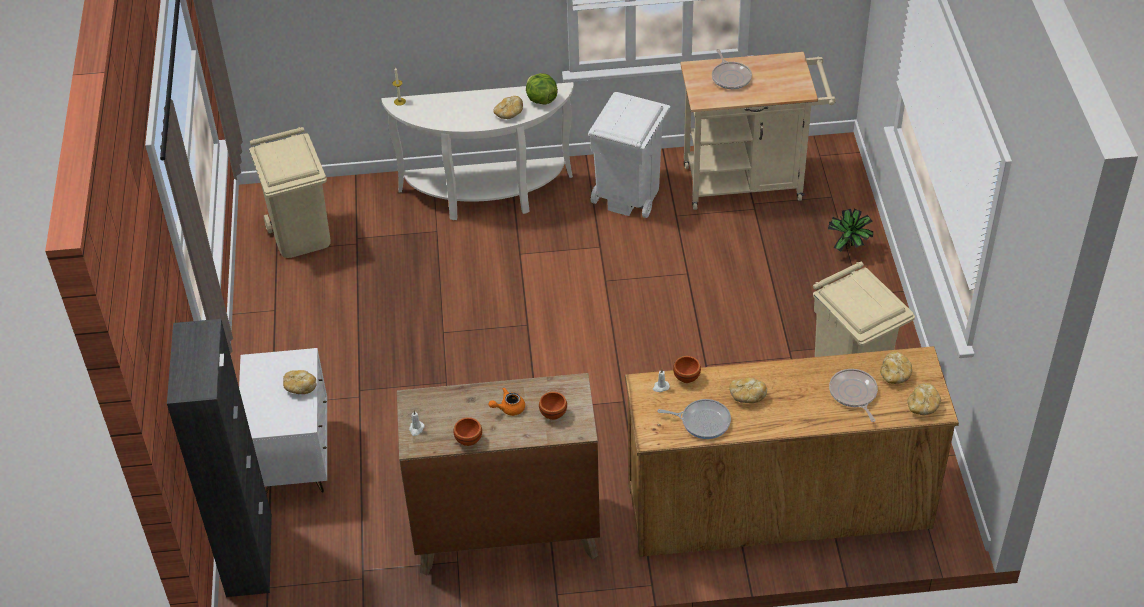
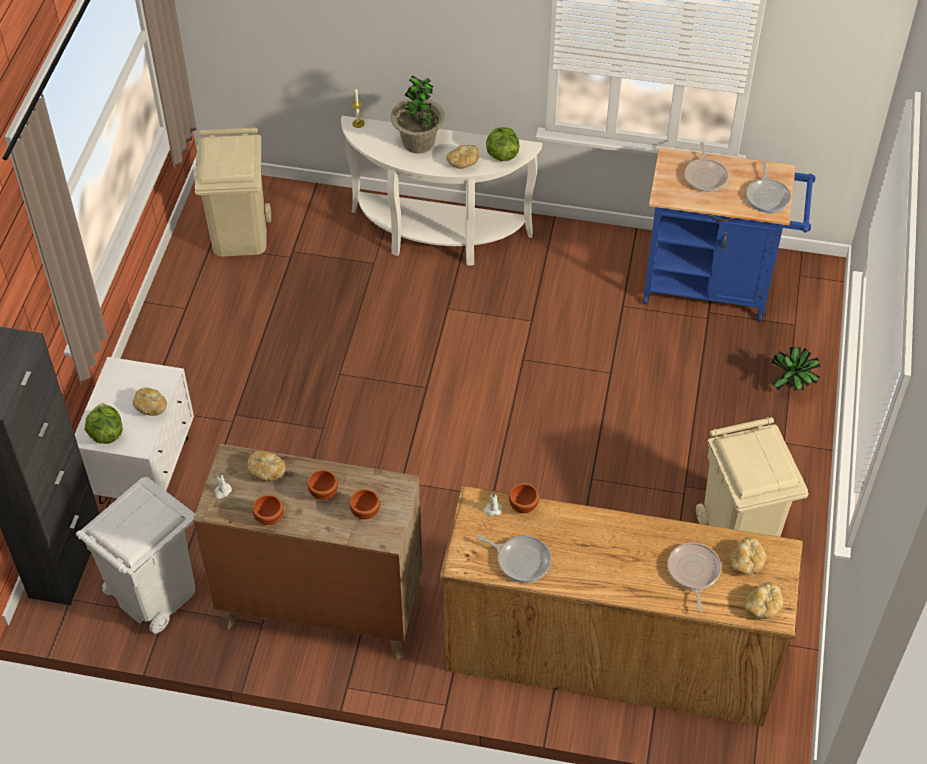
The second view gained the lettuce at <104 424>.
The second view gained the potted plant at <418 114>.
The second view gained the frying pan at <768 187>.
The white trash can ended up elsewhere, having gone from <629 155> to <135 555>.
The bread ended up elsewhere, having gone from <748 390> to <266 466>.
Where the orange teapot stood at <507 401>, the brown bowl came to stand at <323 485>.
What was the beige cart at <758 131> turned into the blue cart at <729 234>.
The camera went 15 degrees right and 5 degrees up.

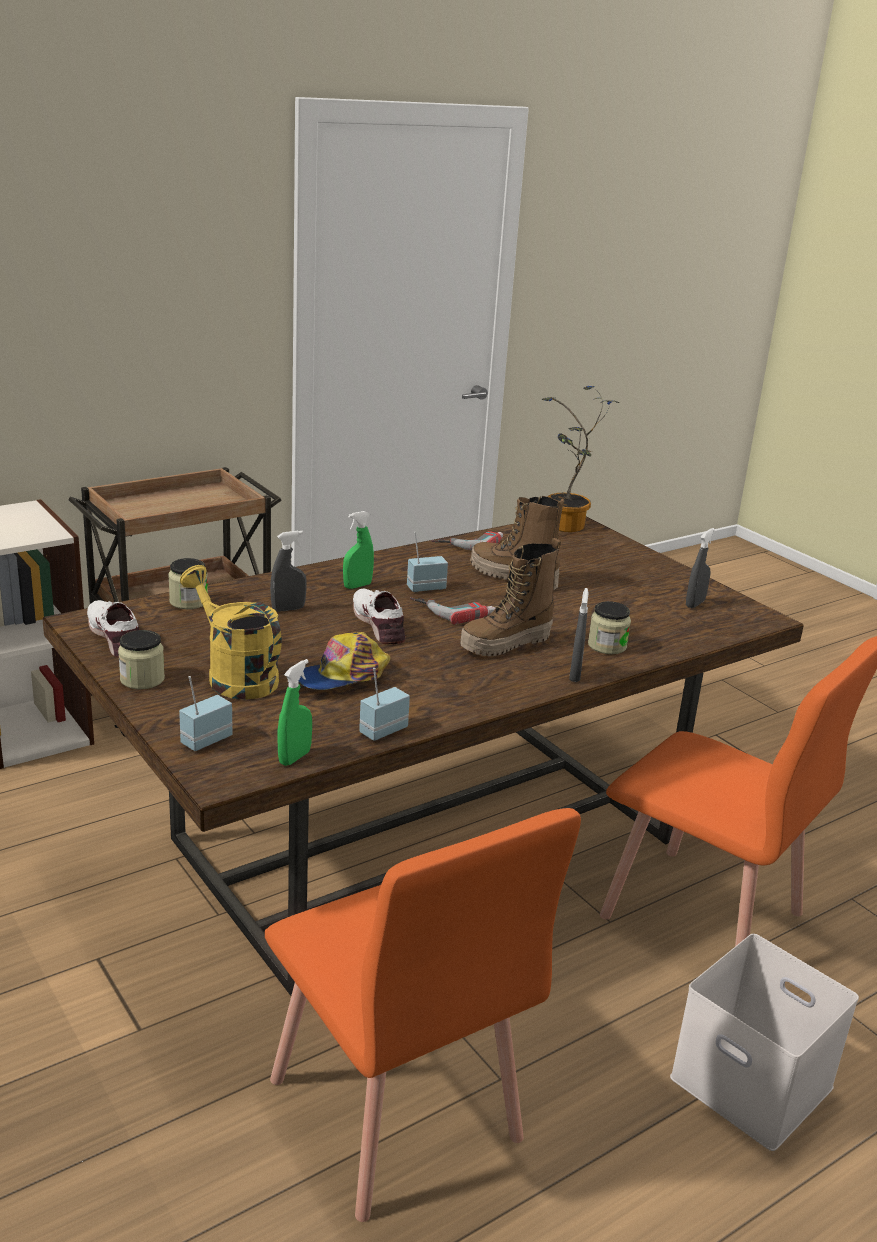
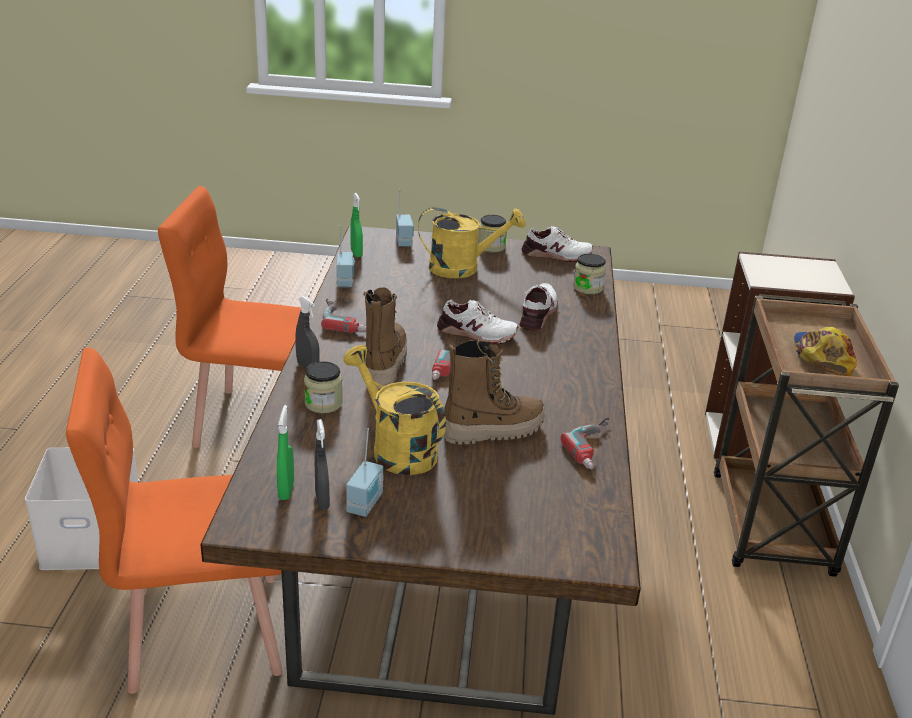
The second view lost the potted plant at <580 459>.
The second view gained the power drill at <343 315>.
The second view gained the yellow watering can at <394 410>.
The cap ended up elsewhere, having gone from <344 661> to <825 351>.
The green spray bottle ended up elsewhere, having gone from <358 550> to <285 452>.
The radio ended up elsewhere, having gone from <427 562> to <365 472>.
Where the grey spray bottle stood at <288 571>, the white shoe came to stand at <538 307>.
The camera went 130 degrees right and 5 degrees up.

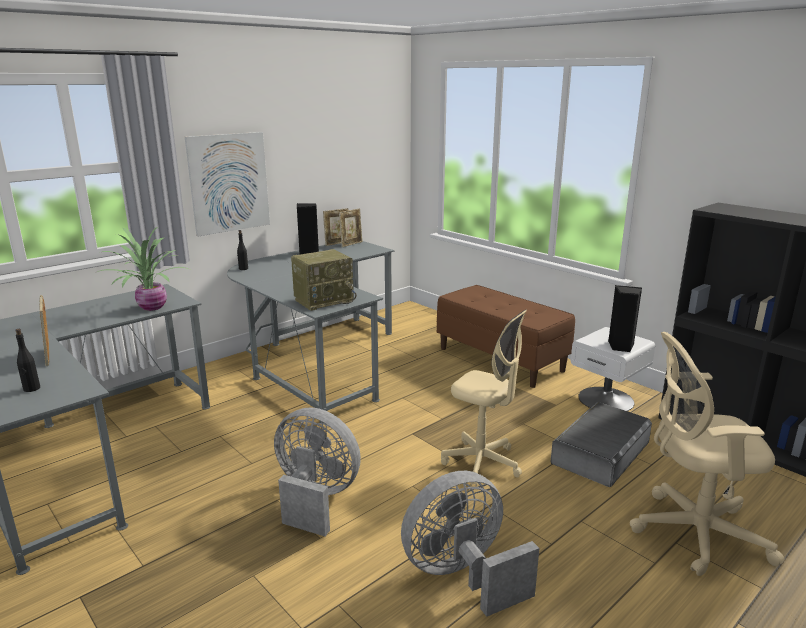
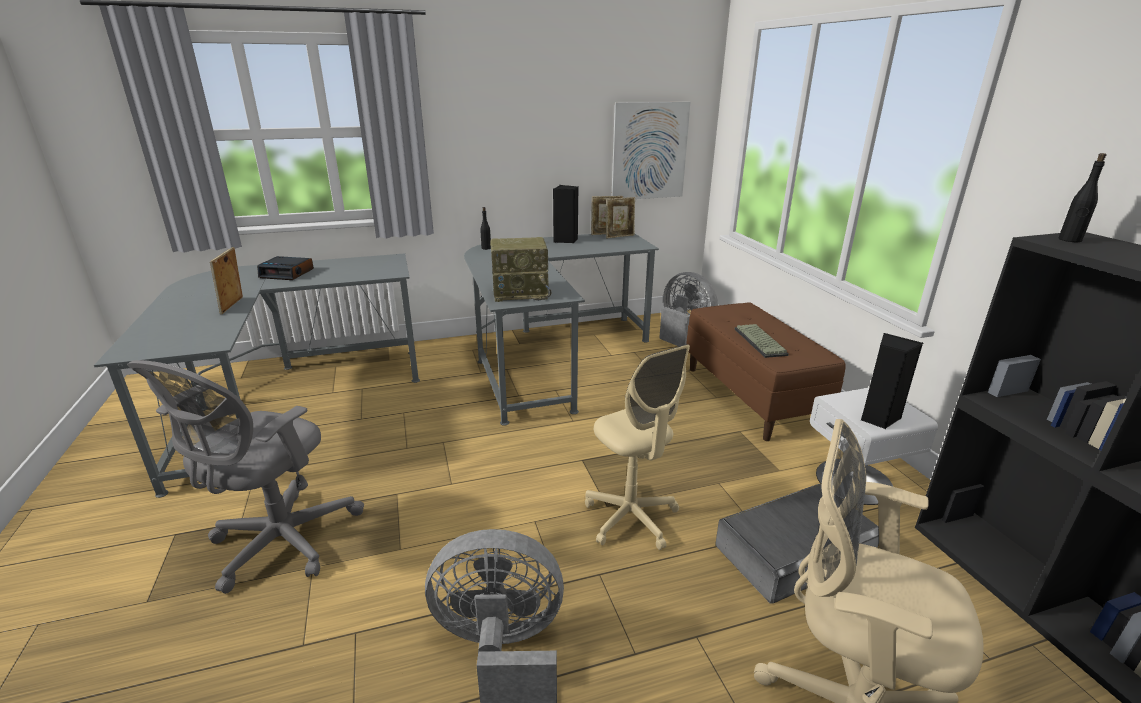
The second view lost the potted plant at <144 269>.
The second view gained the grey office chair at <245 477>.
The second view gained the alarm clock at <285 268>.
The second view gained the keyboard at <762 341>.
The black bottle ended up elsewhere, having gone from <27 360> to <1082 197>.
The picture ended up elsewhere, having gone from <227 184> to <651 150>.
The grey fan ended up elsewhere, having gone from <317 471> to <688 309>.
The camera went 25 degrees right and 5 degrees up.

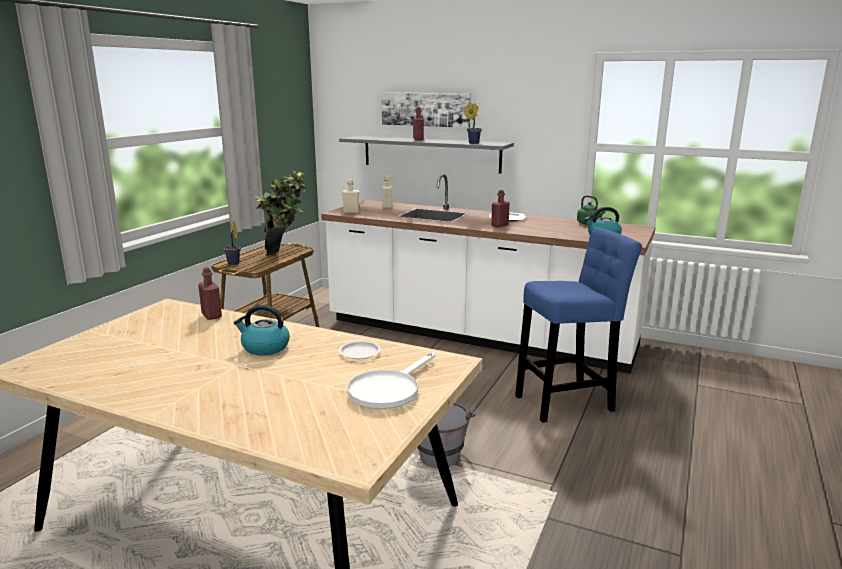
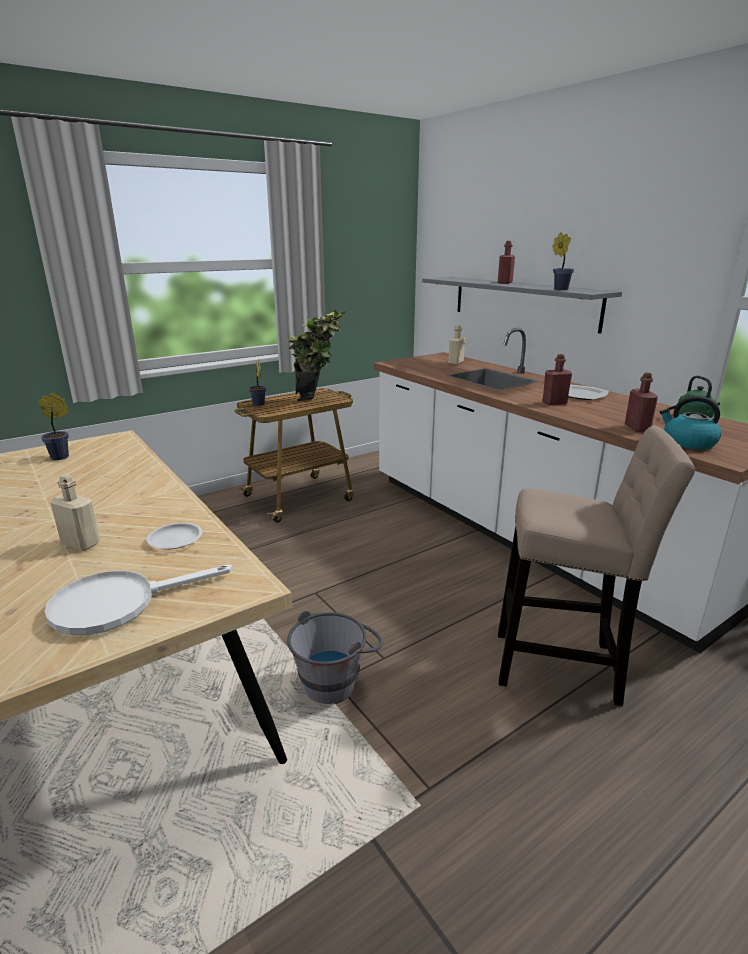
The second view lost the kettle at <262 330>.
The second view lost the picture at <426 110>.
The second view gained the potted plant at <53 426>.
The red bottle ended up elsewhere, having gone from <210 293> to <641 402>.
The beige bottle ended up elsewhere, having gone from <350 196> to <75 512>.
What was the blue stool at <578 325> turned into the beige stool at <596 565>.
The camera went 30 degrees right and 5 degrees up.

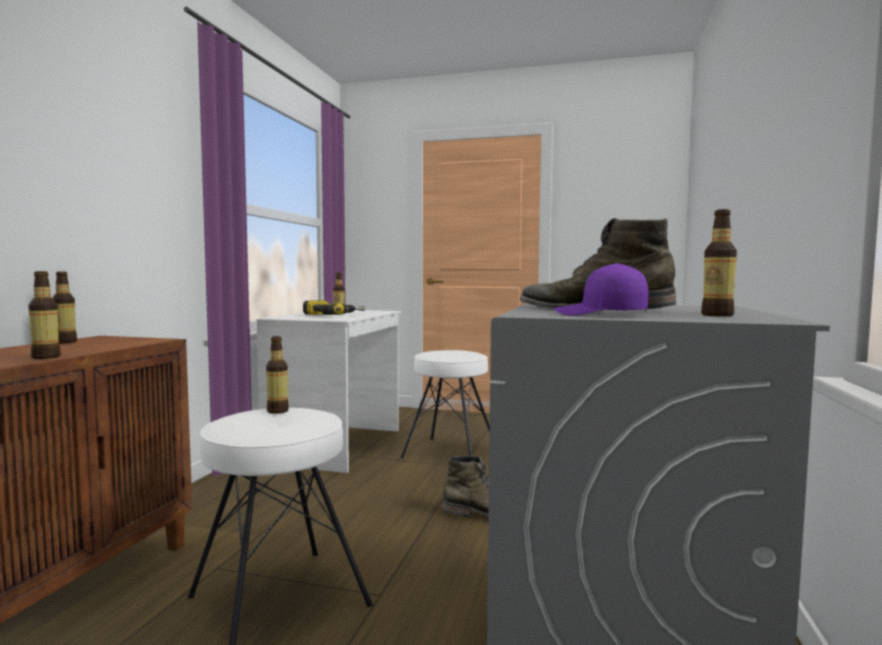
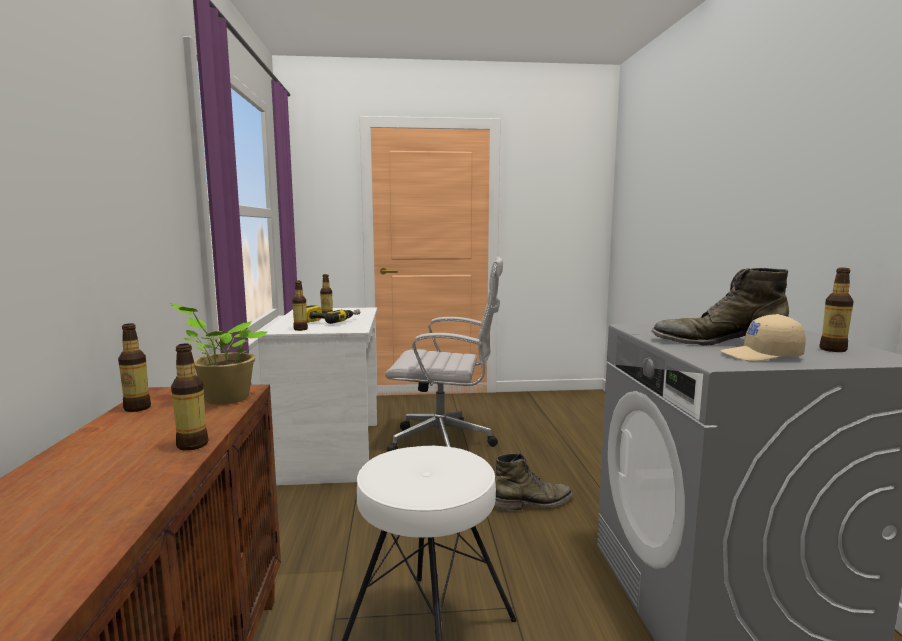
The second view gained the potted plant at <218 354>.
The bottle ended up elsewhere, having gone from <277 375> to <300 306>.
Where the white stool stood at <445 404>, the white office chair came to stand at <444 354>.
What was the purple cap at <601 289> turned into the beige cap at <763 337>.
The camera went 20 degrees left and 5 degrees up.

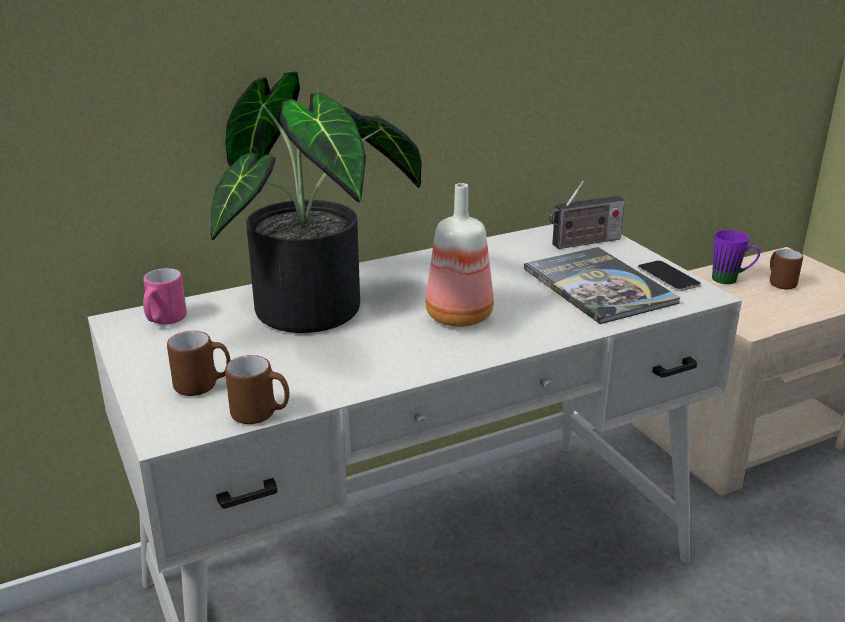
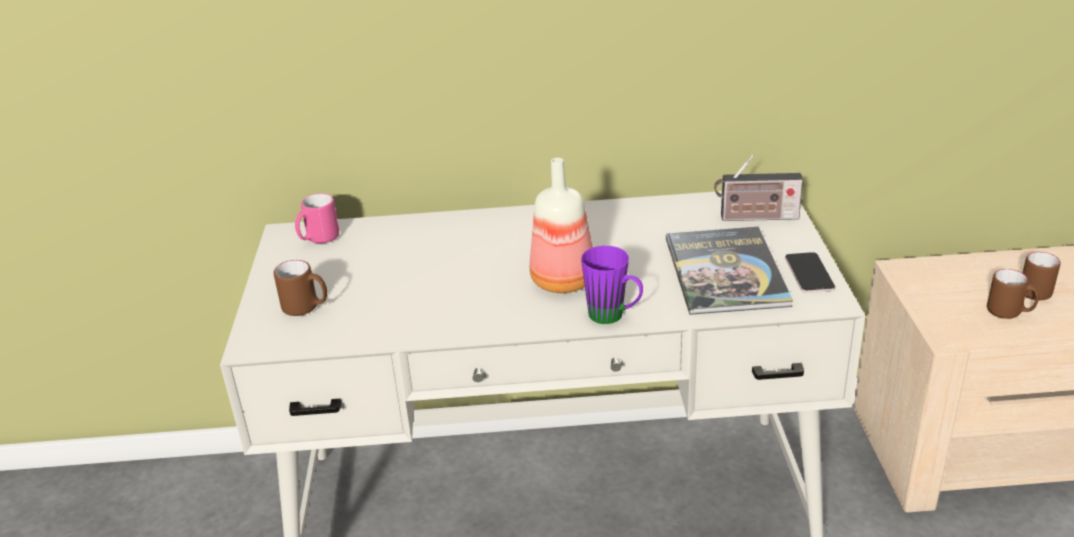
The second view lost the potted plant at <316 202>.
The brown mug ended up elsewhere, having gone from <257 389> to <1013 294>.
The purple mug ended up elsewhere, having gone from <736 257> to <612 285>.
The camera went 25 degrees right and 5 degrees up.

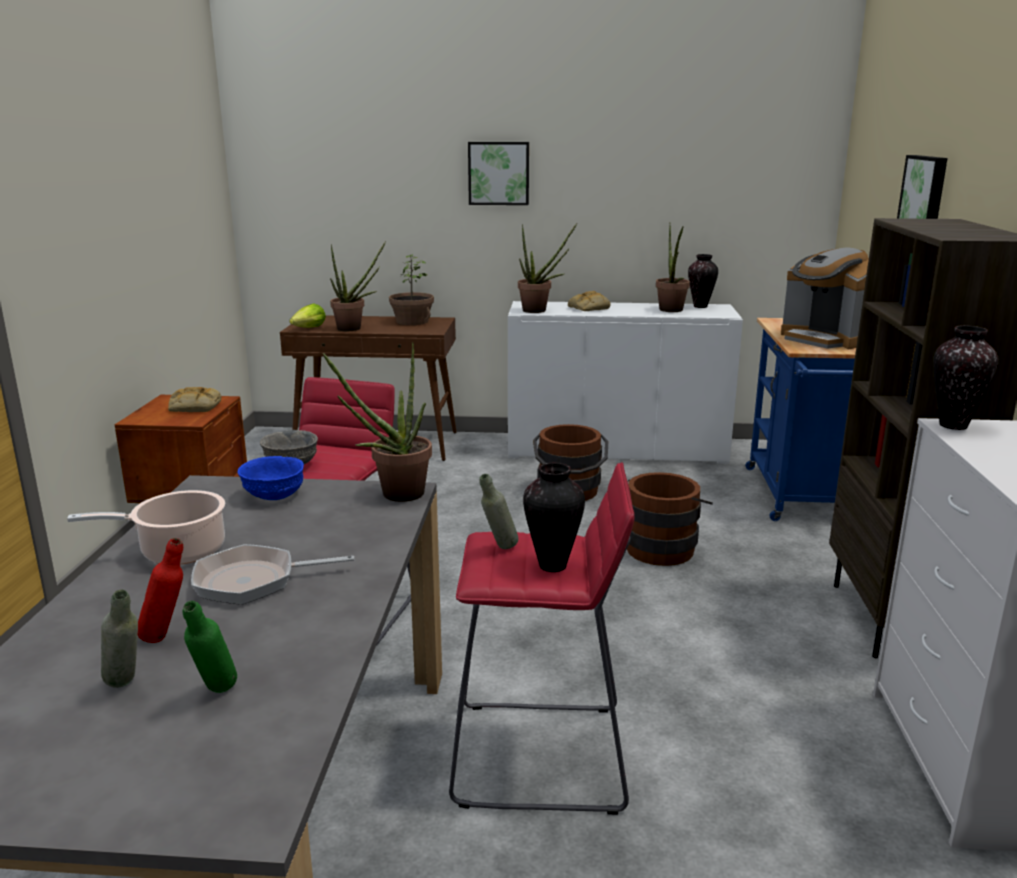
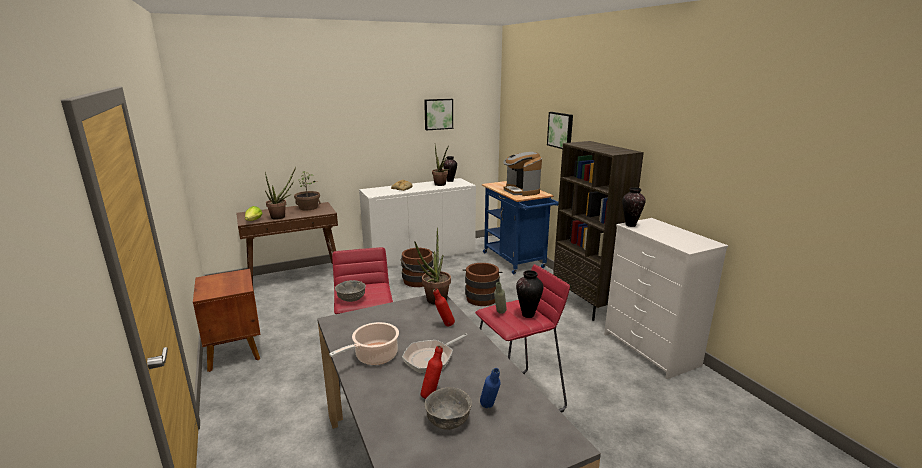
The second view lost the bread at <195 399>.
The second view lost the blue bowl at <270 478>.
The second view lost the potted plant at <547 268>.
The second view gained the red bottle at <444 307>.
The picture ended up elsewhere, having gone from <498 173> to <438 114>.
Where the grey bottle stood at <119 639>, the grey bowl came to stand at <448 408>.
What was the green bottle at <210 647> turned into the blue bottle at <490 388>.
The coffee machine at <825 298> ended up facing another way, 45 degrees clockwise from before.
The camera went 30 degrees left and 0 degrees up.

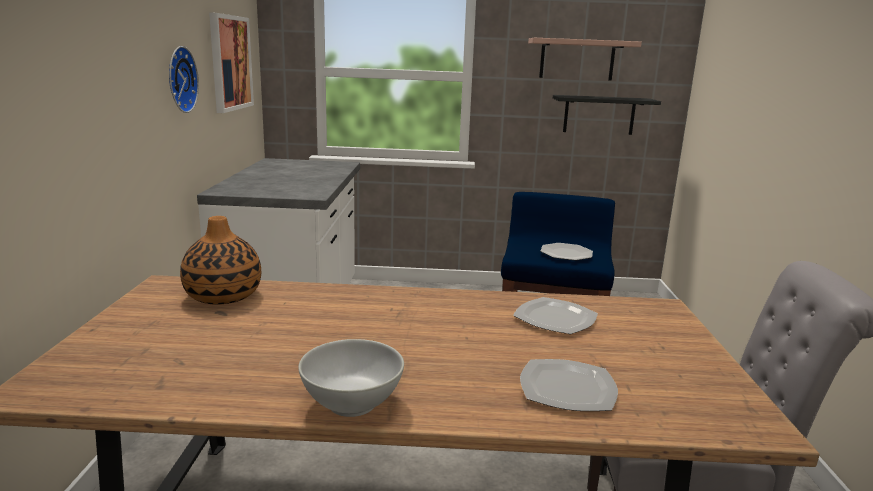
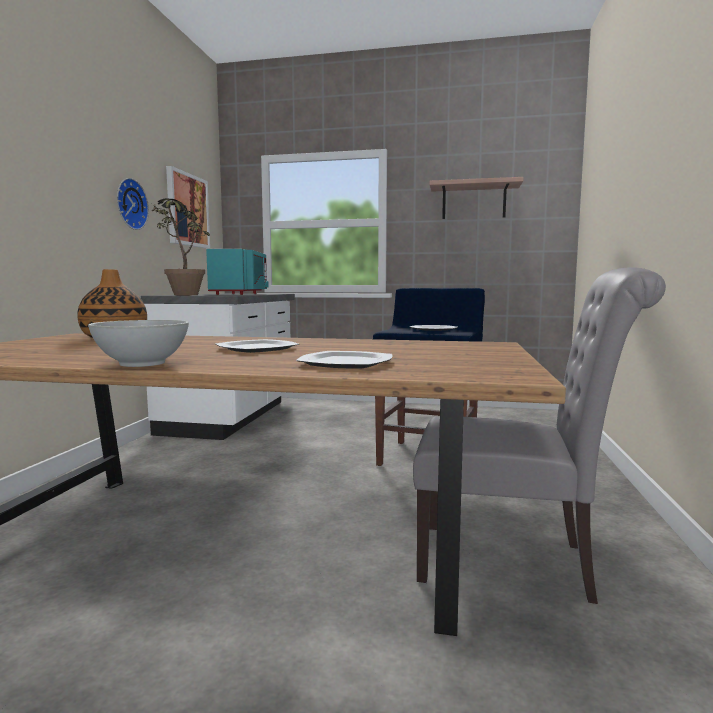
The second view lost the black shelf at <607 115>.
The second view gained the potted plant at <181 246>.
The second view gained the turquoise microwave at <237 272>.
The plate ended up elsewhere, having gone from <555 315> to <257 346>.
The camera went 10 degrees right and 10 degrees down.

